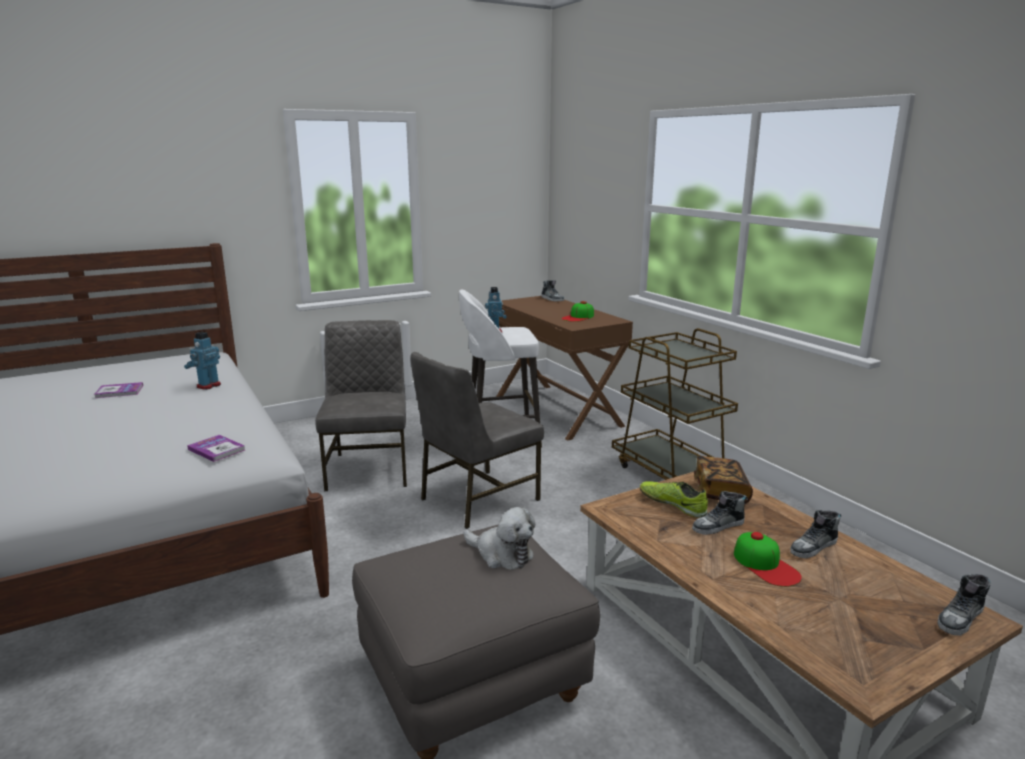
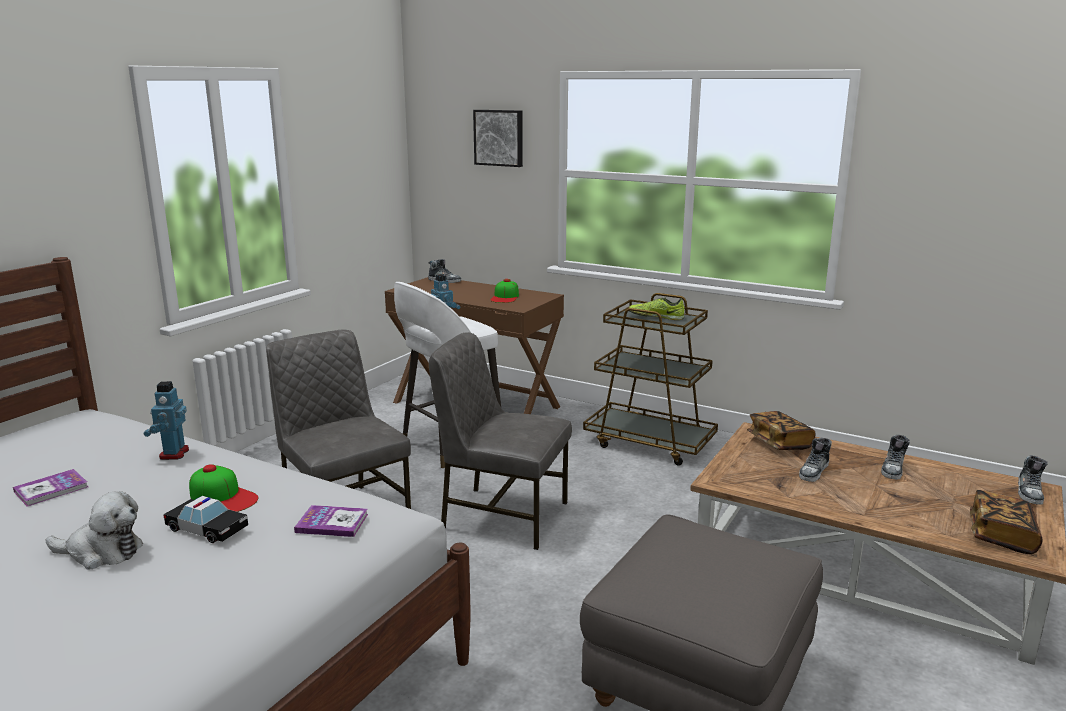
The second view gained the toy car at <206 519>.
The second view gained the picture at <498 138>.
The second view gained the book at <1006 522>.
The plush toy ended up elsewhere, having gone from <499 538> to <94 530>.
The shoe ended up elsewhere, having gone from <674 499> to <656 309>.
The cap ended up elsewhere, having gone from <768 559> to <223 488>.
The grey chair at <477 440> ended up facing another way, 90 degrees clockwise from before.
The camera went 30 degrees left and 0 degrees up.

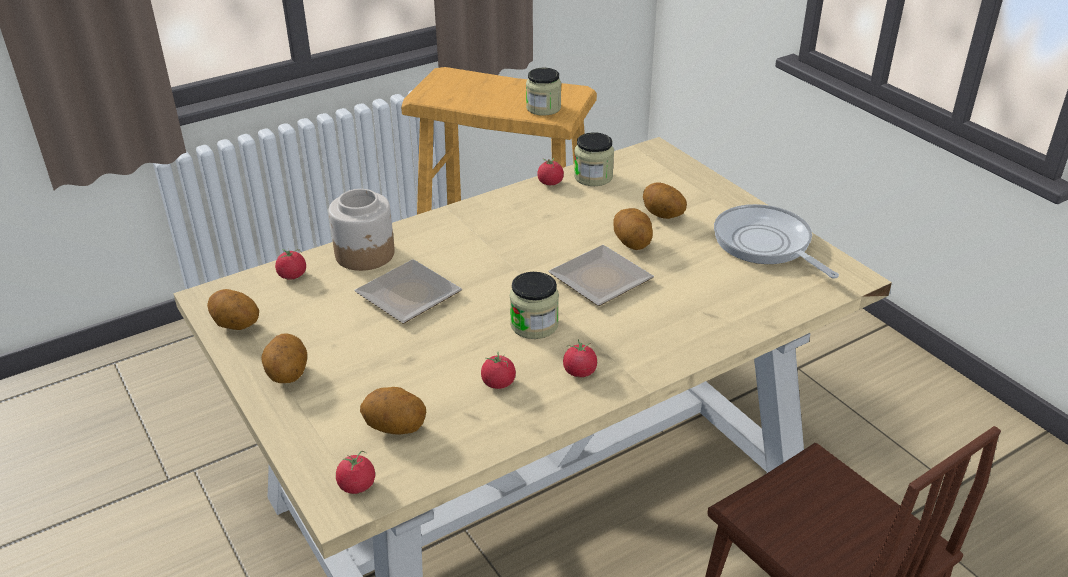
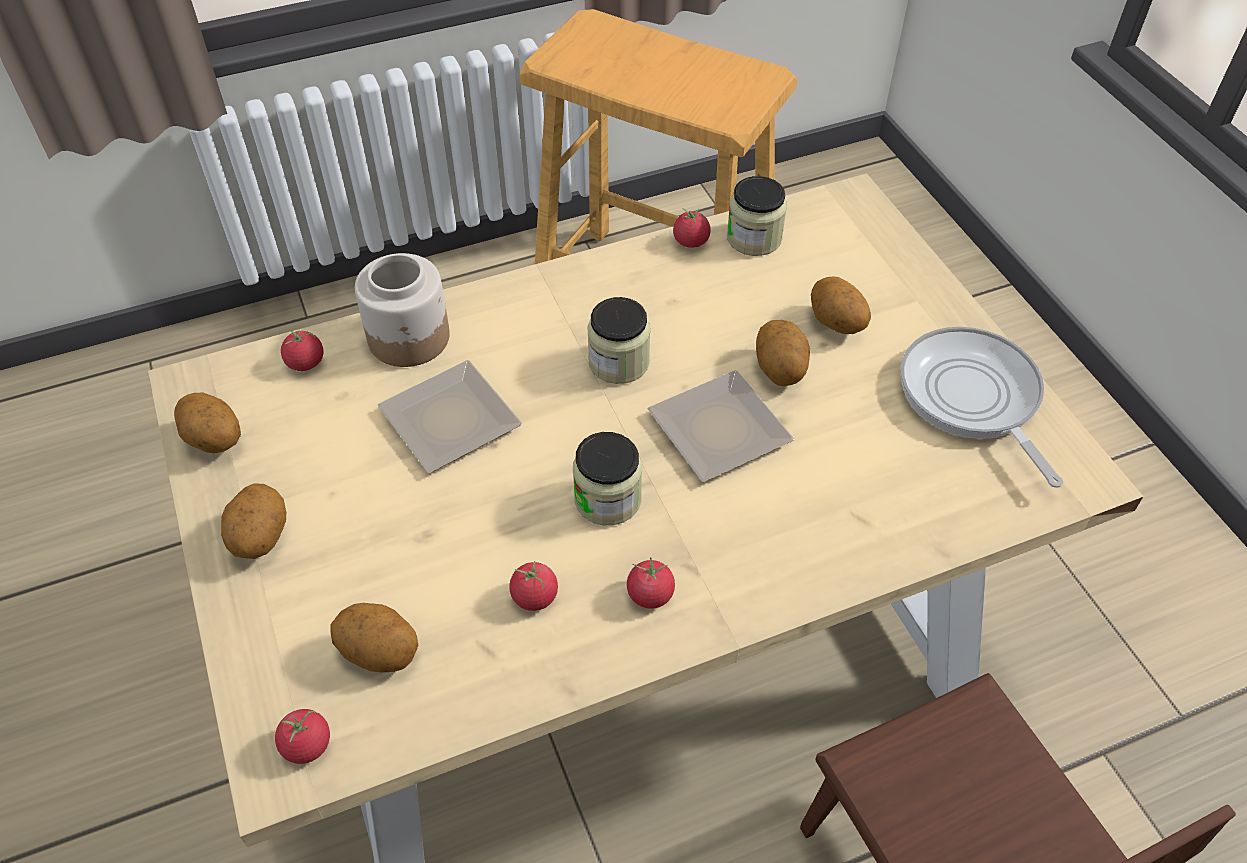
The jar ended up elsewhere, having gone from <543 92> to <618 340>.
The camera went 10 degrees right and 15 degrees up.

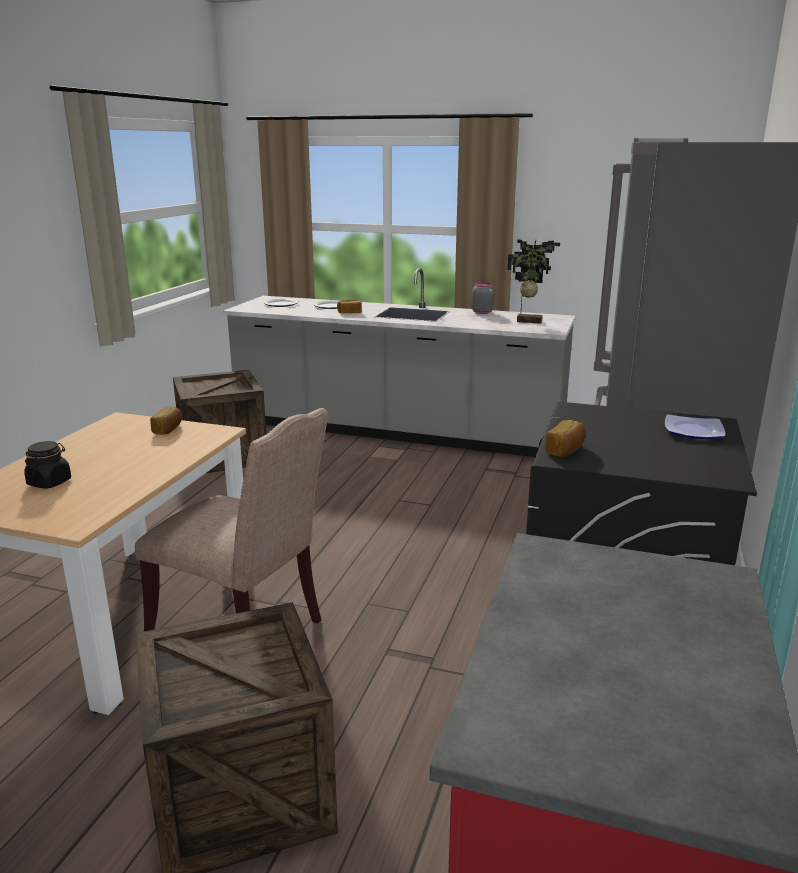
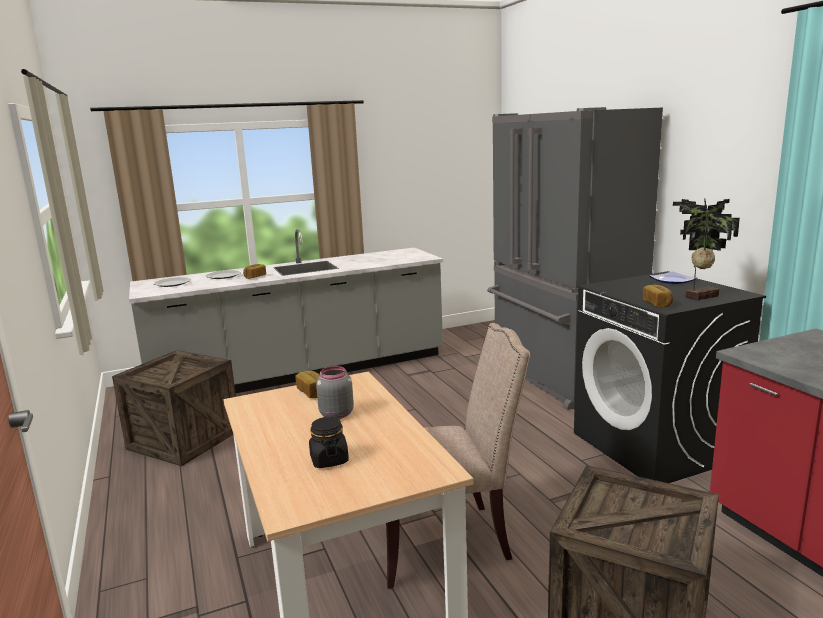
The grey jar ended up elsewhere, having gone from <483 298> to <335 392>.
The potted plant ended up elsewhere, having gone from <534 281> to <706 250>.
The camera went 40 degrees left and 5 degrees down.

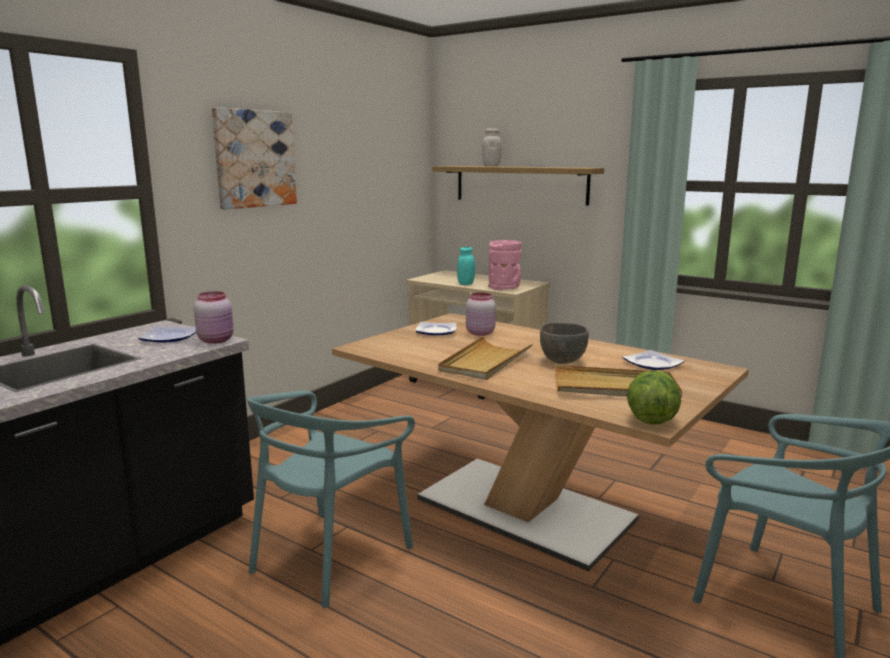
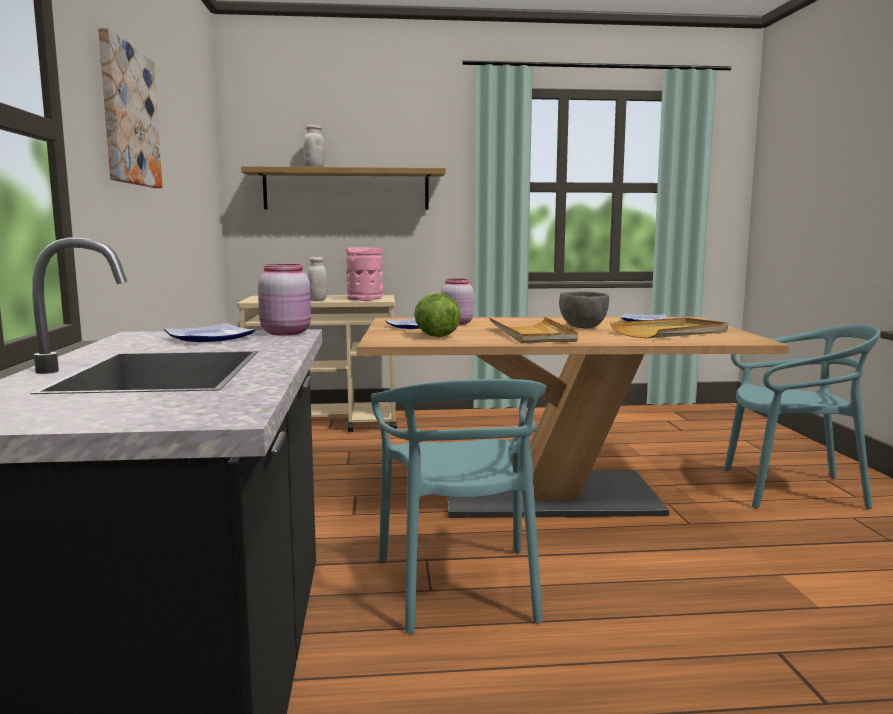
The lettuce ended up elsewhere, having gone from <654 397> to <437 315>.
What was the turquoise jar at <466 266> turned into the white jar at <318 279>.
The camera went 40 degrees left and 5 degrees down.

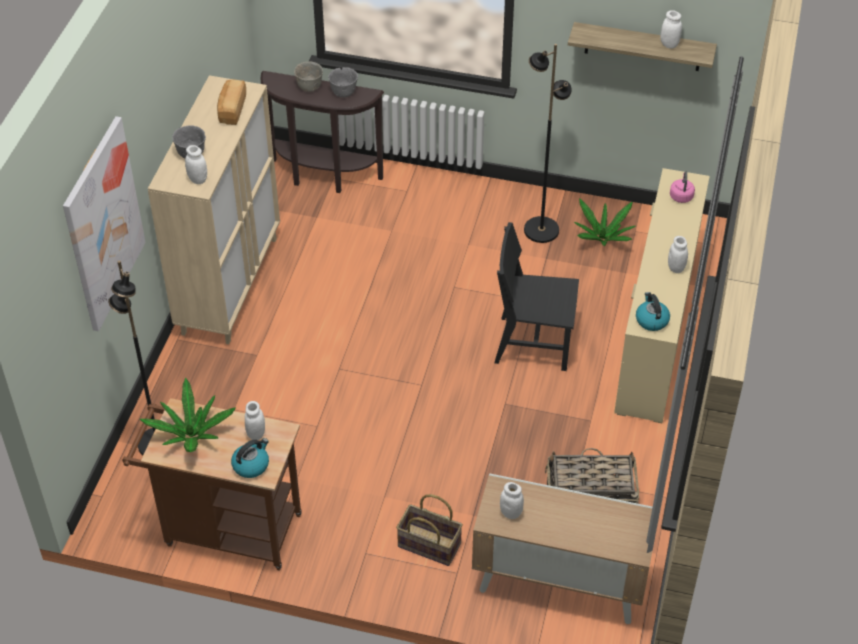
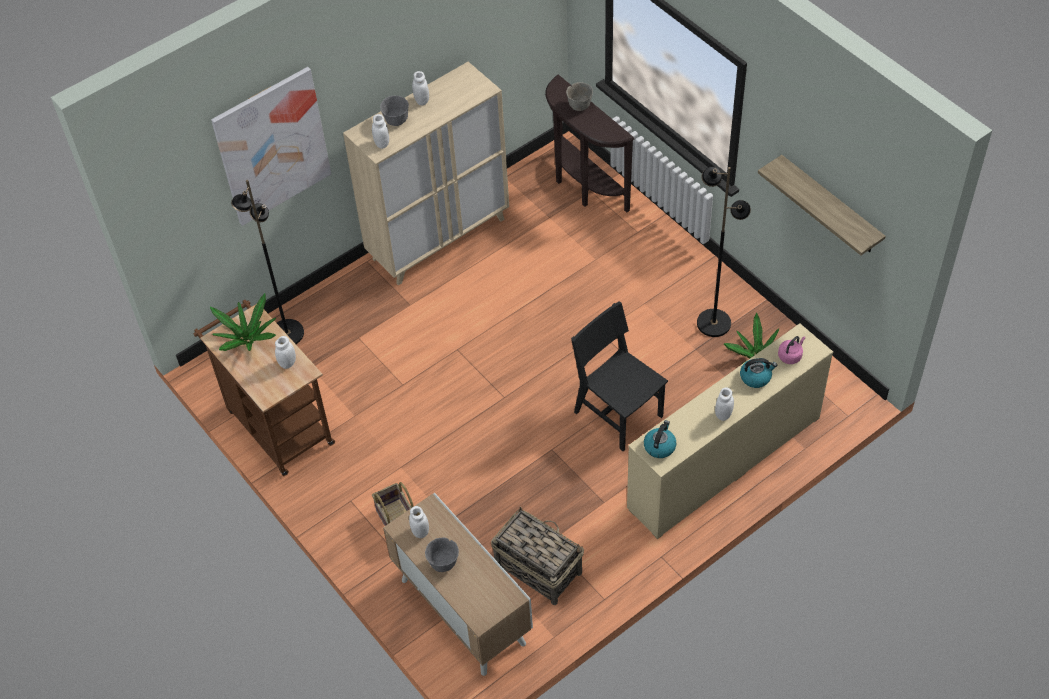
The second view lost the bread at <231 102>.
The kettle ended up elsewhere, having gone from <250 458> to <758 373>.
The grey bowl ended up elsewhere, having gone from <343 82> to <442 554>.
The white jar ended up elsewhere, having gone from <671 29> to <420 88>.
The camera went 40 degrees right and 5 degrees up.

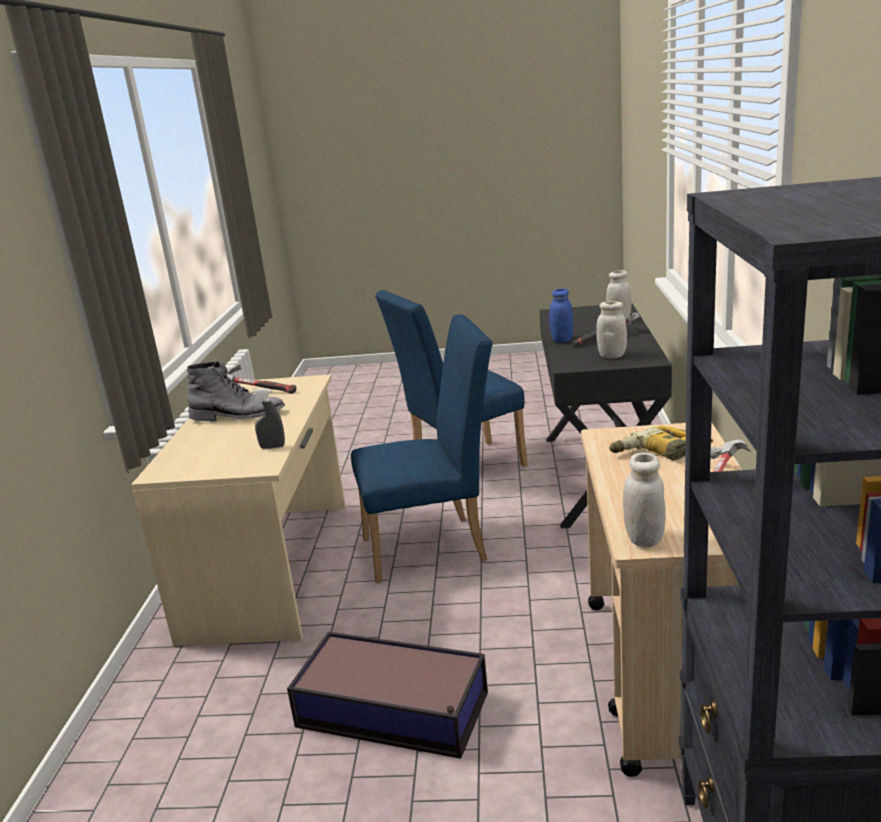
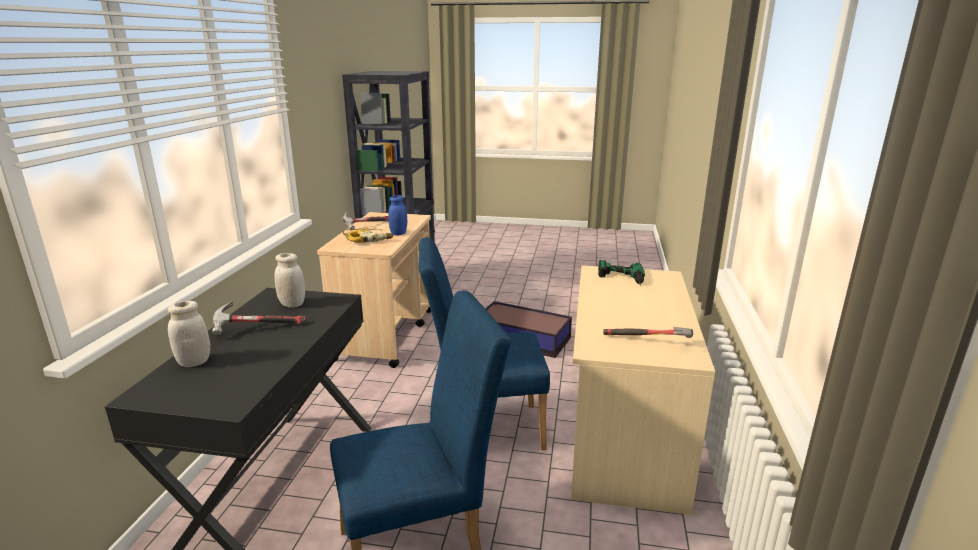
The second view lost the grey boot at <236 391>.
The second view lost the grey spray bottle at <268 419>.
The second view lost the white jar at <644 500>.
The second view gained the power drill at <621 273>.
The blue jar ended up elsewhere, having gone from <561 315> to <397 215>.
The camera went 175 degrees left and 0 degrees up.

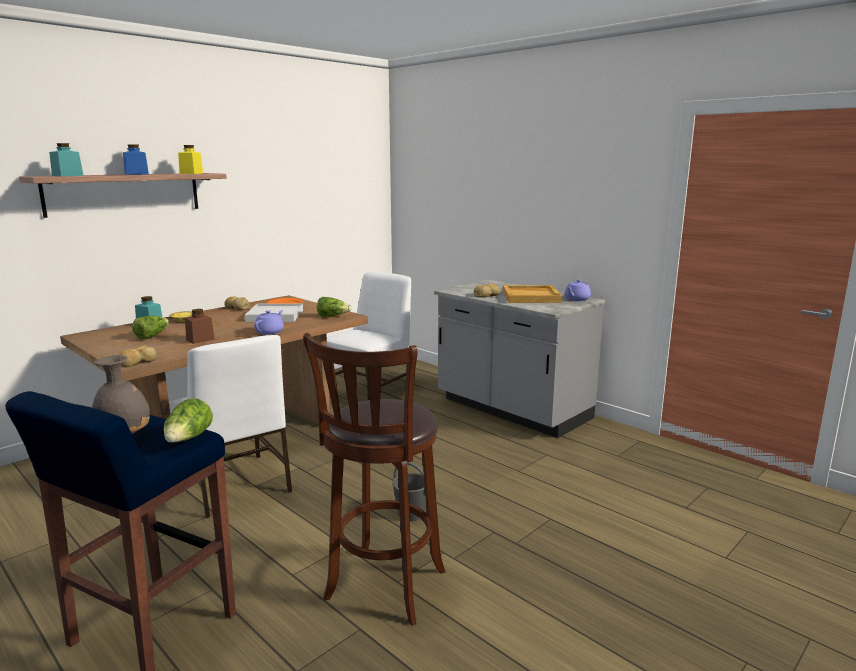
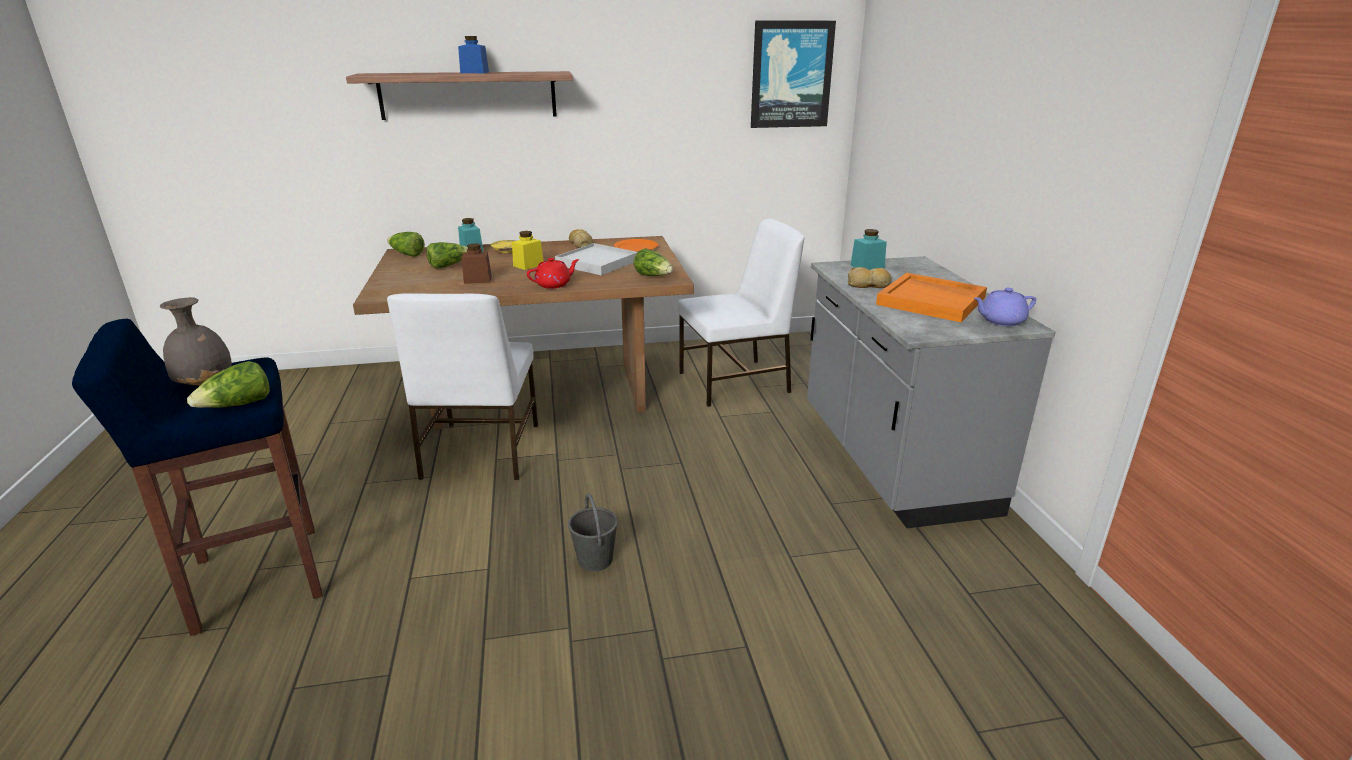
The second view lost the bread at <138 356>.
The second view lost the brown stool at <374 479>.
The second view gained the lettuce at <406 244>.
The second view gained the picture at <793 74>.
The turquoise jar ended up elsewhere, having gone from <66 159> to <868 249>.
The yellow jar ended up elsewhere, having gone from <190 159> to <527 250>.
What was the purple teapot at <269 322> turned into the red teapot at <553 273>.
What was the beige tray at <532 294> turned into the orange tray at <931 297>.
The camera went 35 degrees right and 10 degrees up.

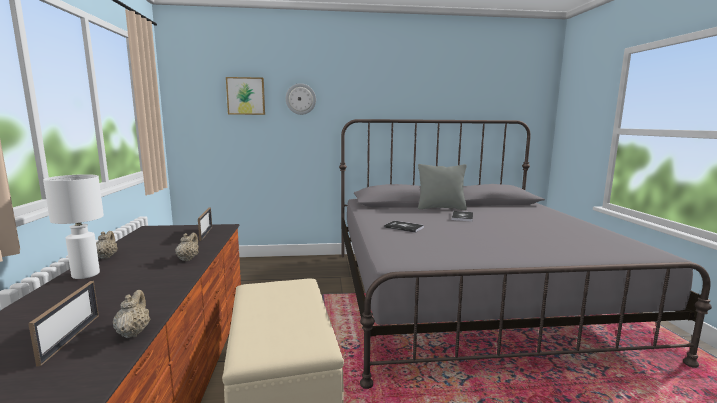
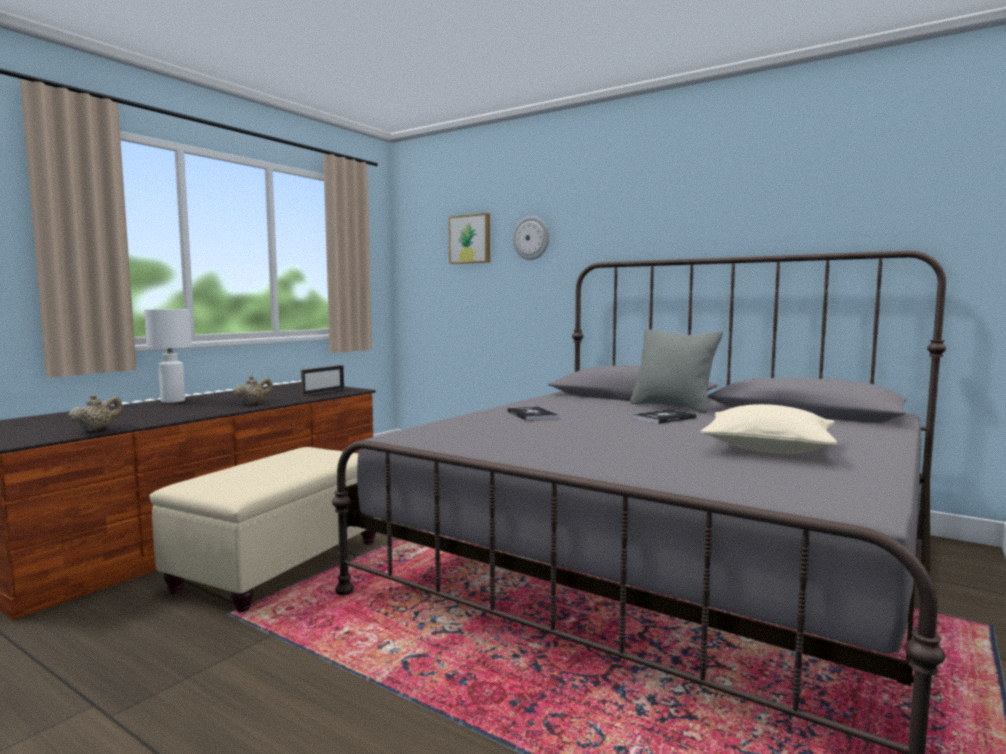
The second view lost the picture frame at <63 323>.
The second view lost the beige teapot at <107 245>.
The second view gained the beige pillow at <769 429>.
The camera went 40 degrees right and 5 degrees down.

